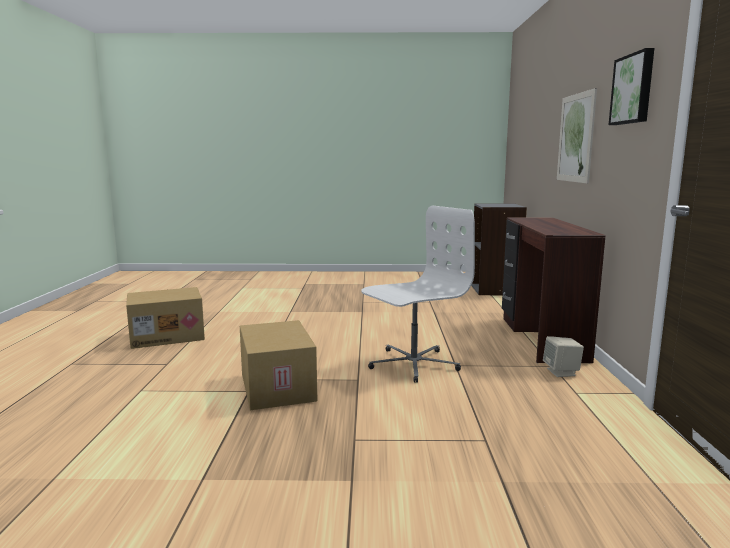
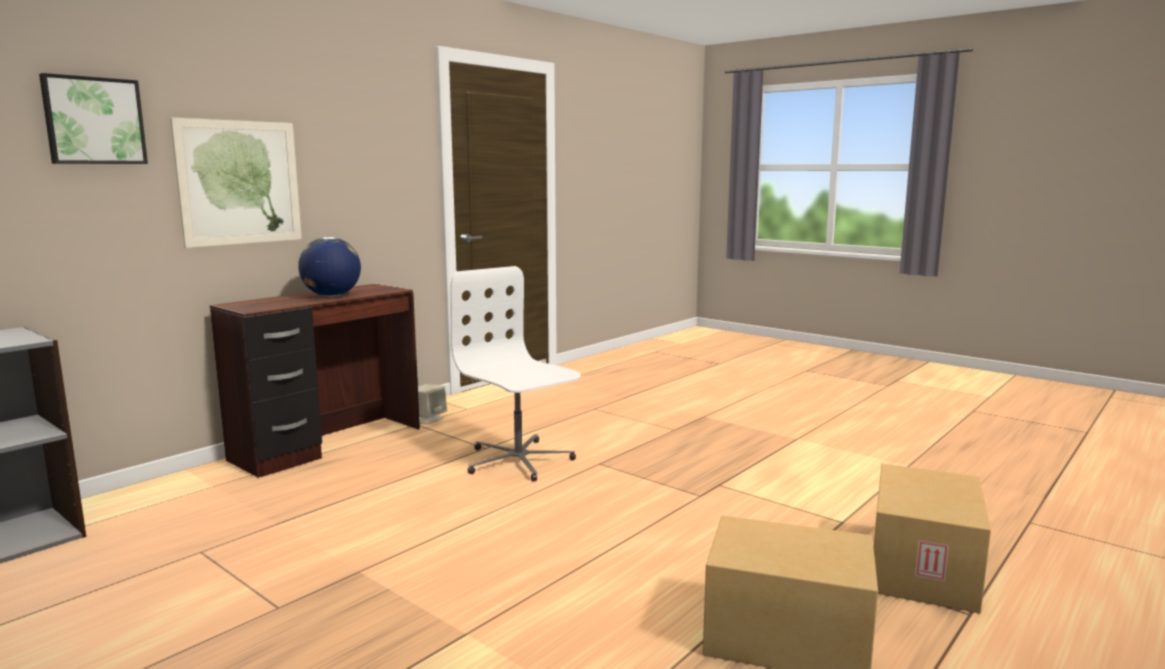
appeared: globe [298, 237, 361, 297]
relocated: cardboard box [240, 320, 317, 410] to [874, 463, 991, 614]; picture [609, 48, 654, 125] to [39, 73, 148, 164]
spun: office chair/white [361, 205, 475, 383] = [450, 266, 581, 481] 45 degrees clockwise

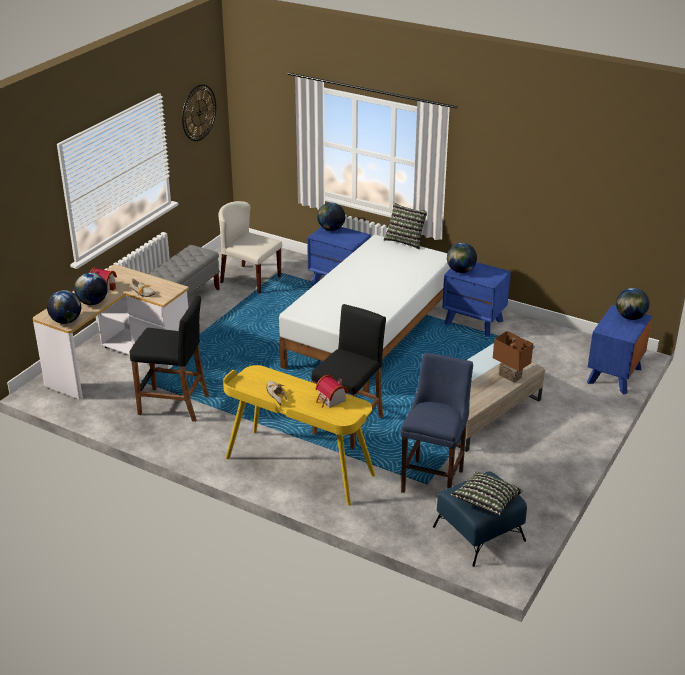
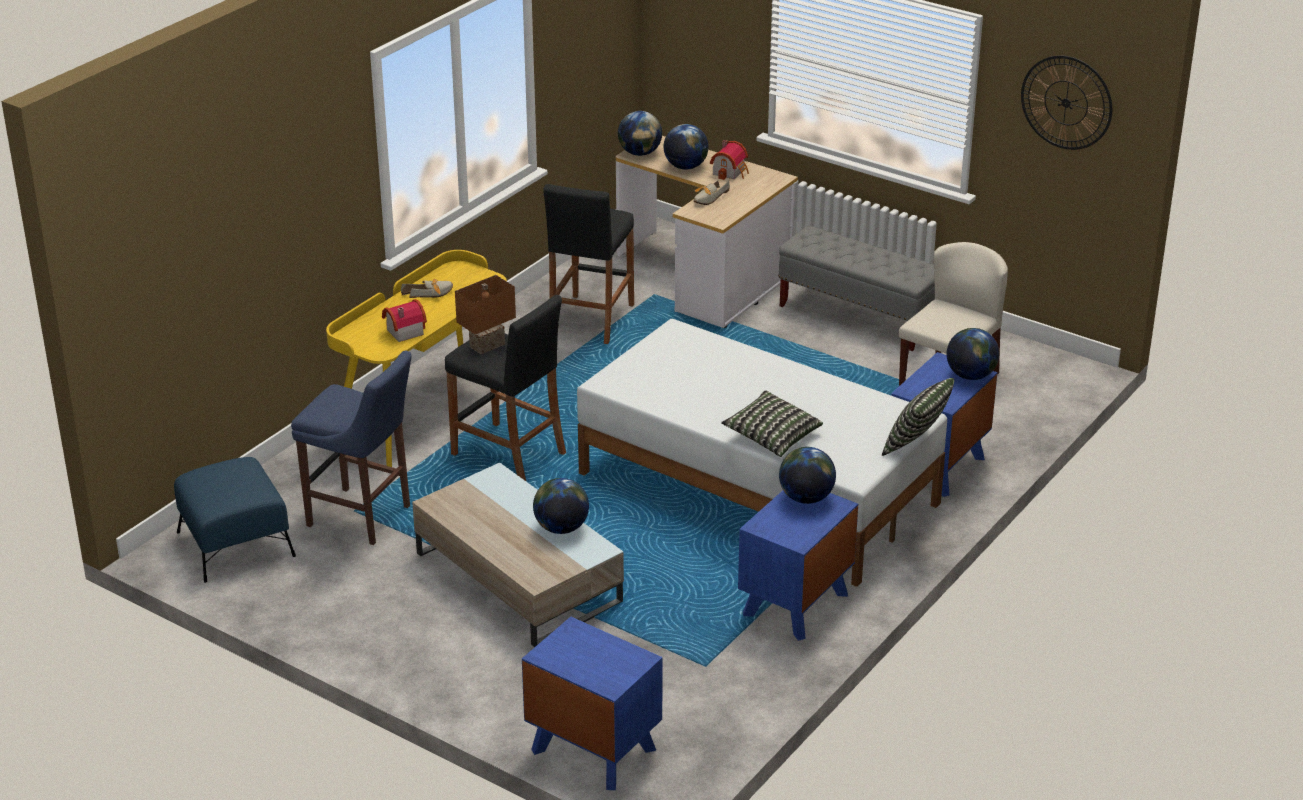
relocated: pillow [451, 472, 523, 516] to [721, 390, 823, 457]; table lamp/brown [493, 331, 533, 383] to [455, 275, 516, 354]; globe [616, 288, 650, 320] to [533, 478, 589, 534]

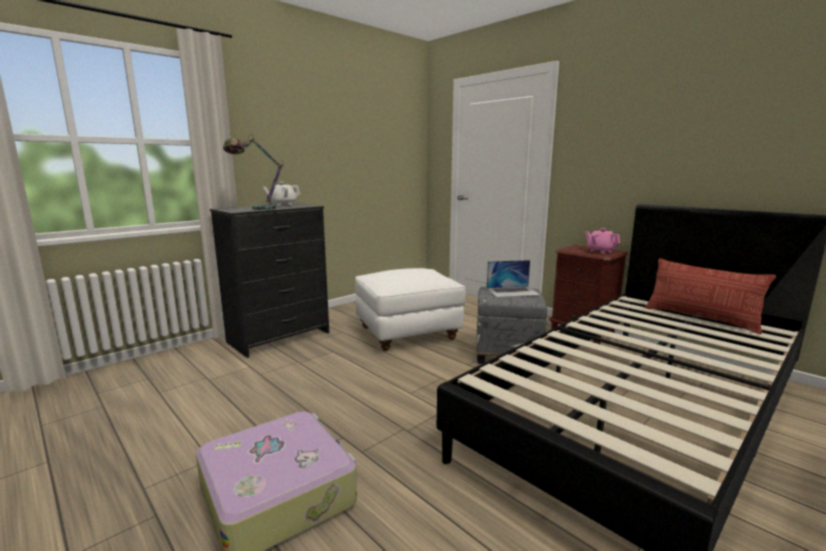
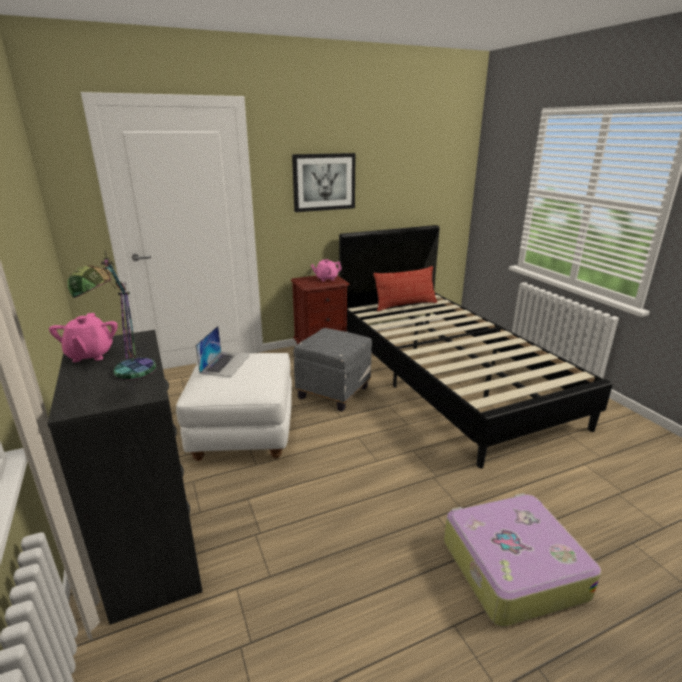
appeared: picture [292, 153, 356, 212]
relocated: laptop [487, 260, 540, 297] to [196, 326, 250, 377]
colour: teapot/white [263, 182, 301, 206] to teapot/pink [49, 313, 118, 362]

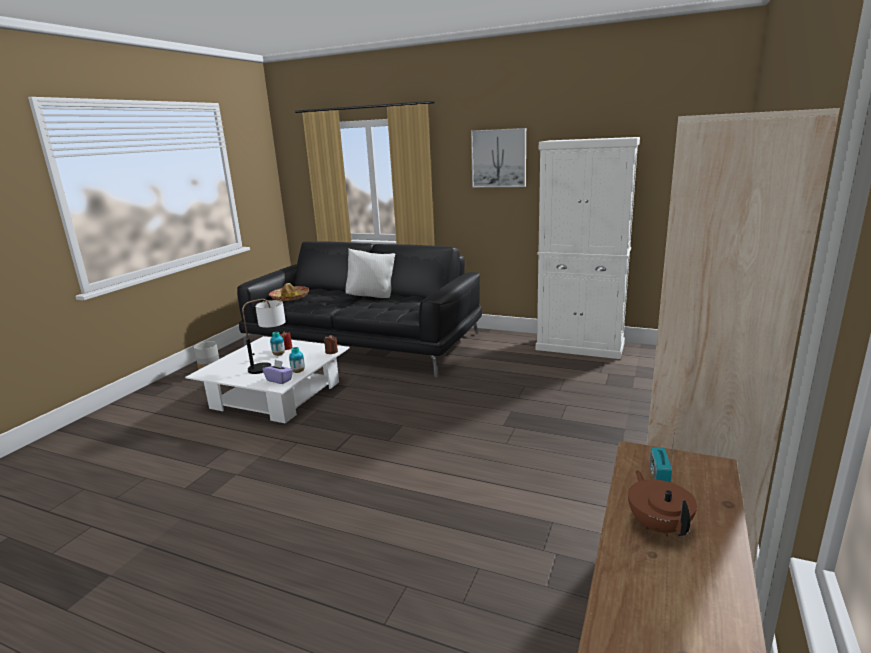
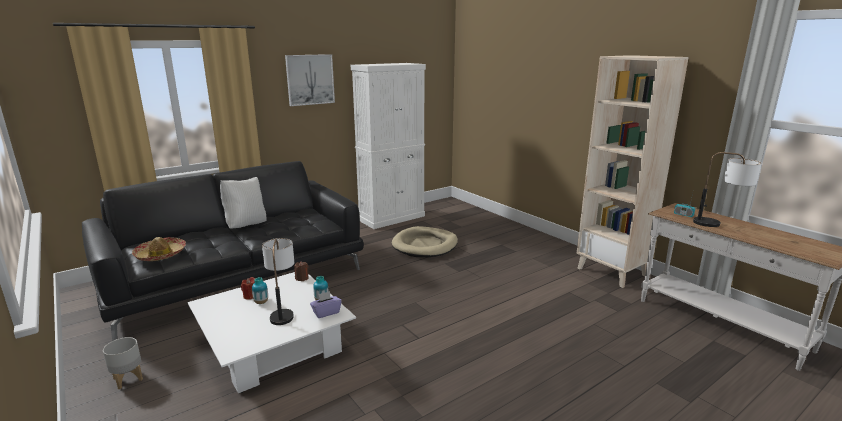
appeared: dog bed/beige [392, 226, 458, 257]
exchanged: teapot/brown [628, 470, 697, 536] to table lamp [693, 152, 762, 227]

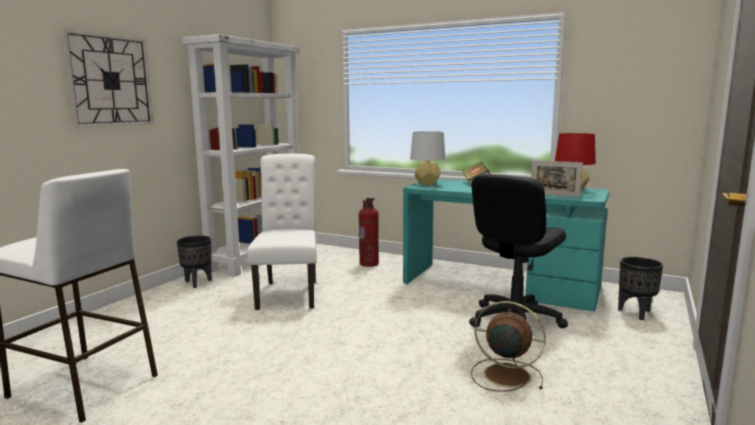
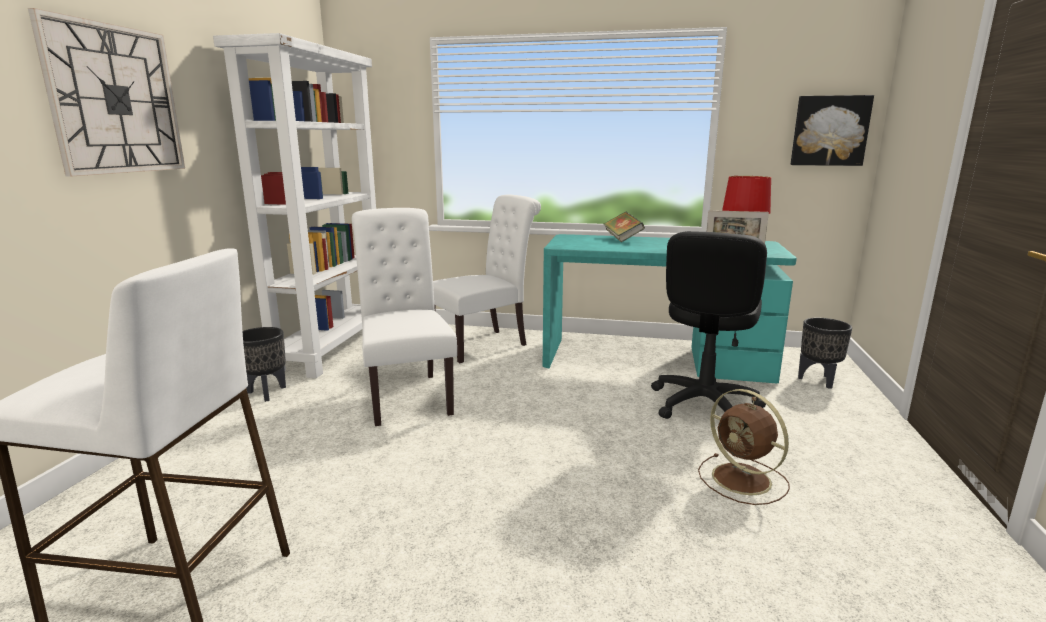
missing: table lamp/grey [410, 131, 446, 185]
appeared: picture [791, 95, 874, 166]
exchanged: fire extinguisher [359, 198, 379, 267] to chair/white [433, 195, 541, 363]
spun: fan/brown [471, 301, 546, 392] = [698, 389, 790, 505] 135 degrees counterclockwise

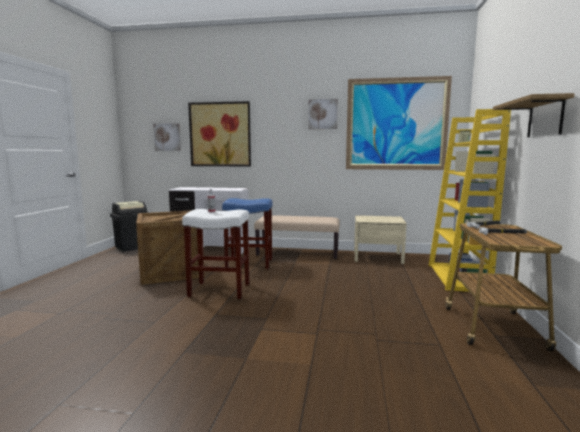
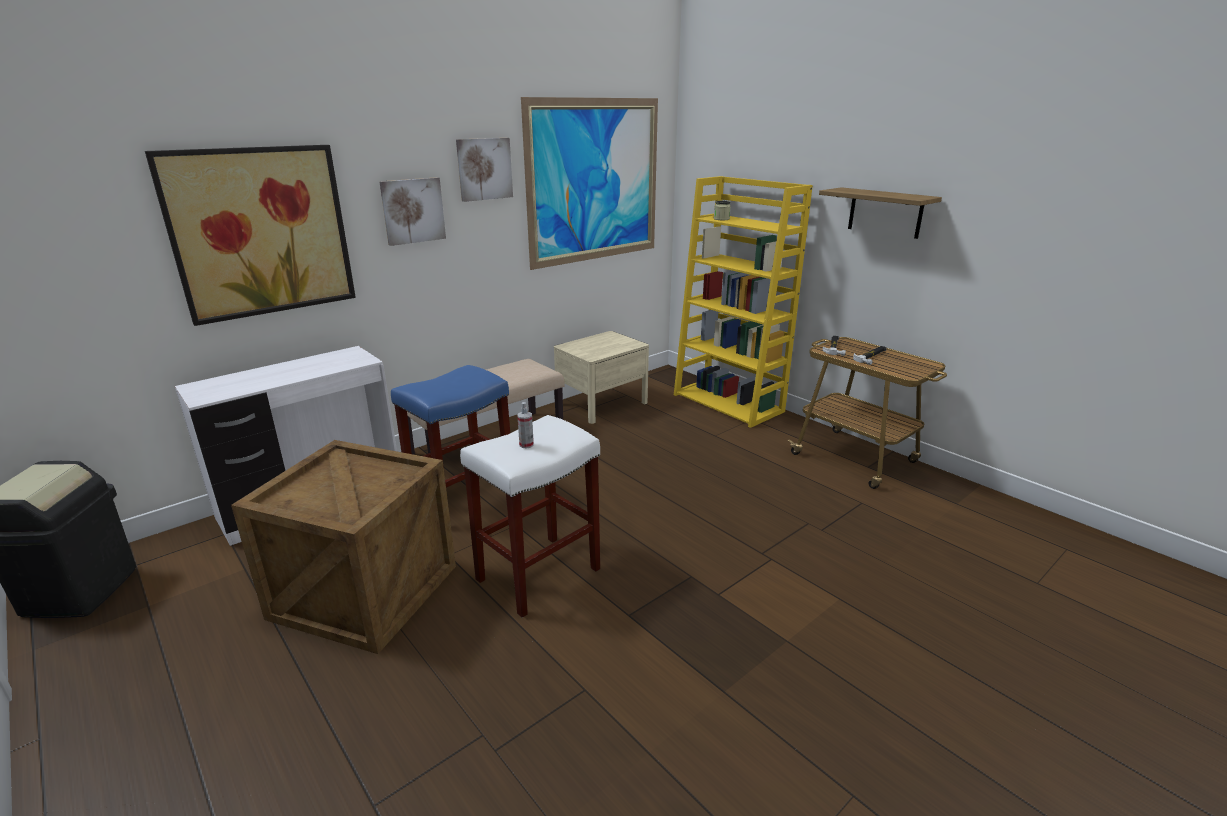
relocated: picture [153, 123, 181, 151] to [379, 177, 446, 246]

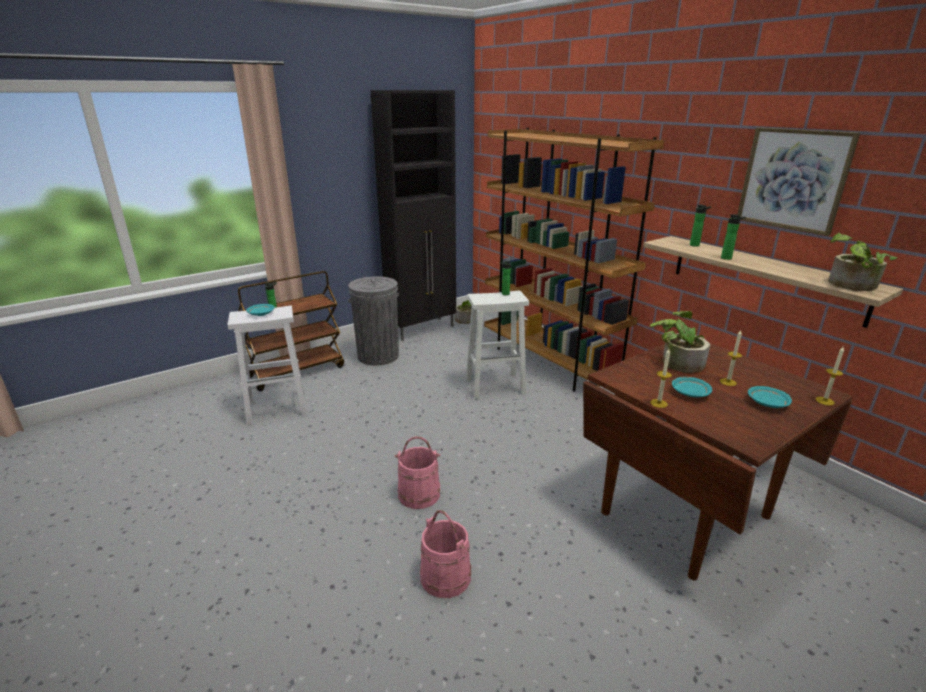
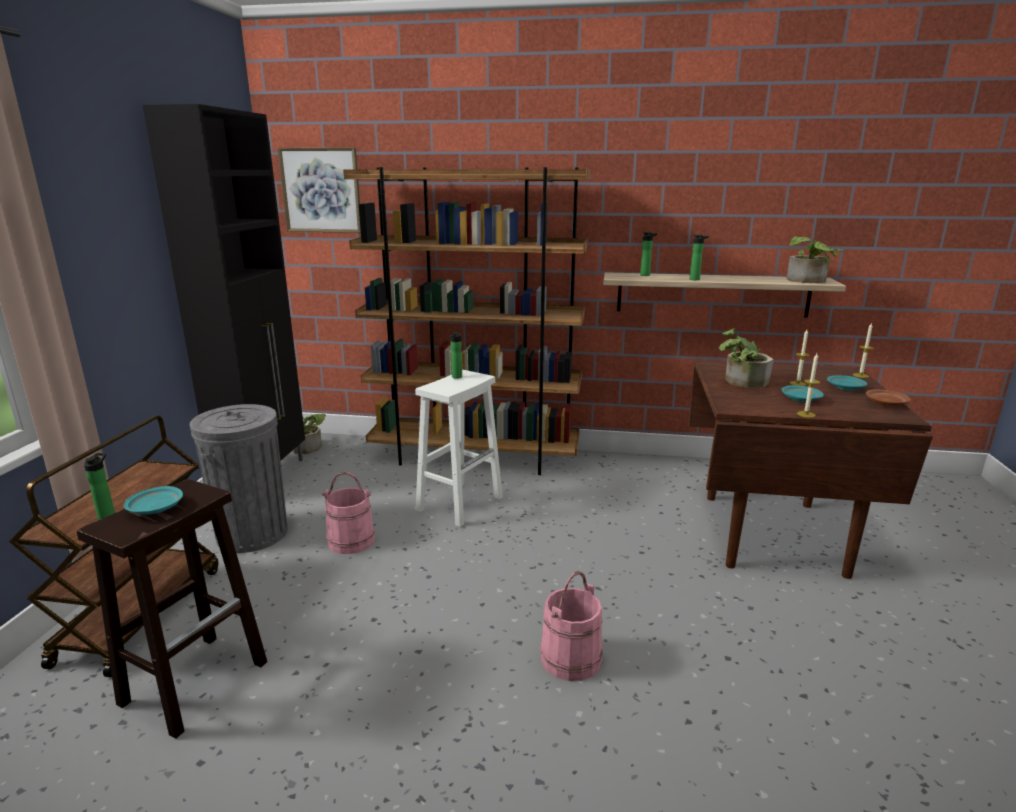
appeared: plate/brown [866, 389, 911, 406]
relocated: bucket/pink [420, 510, 471, 598] to [321, 472, 375, 554]; picture [737, 127, 860, 236] to [277, 147, 361, 233]
colour: stool/white [228, 306, 307, 425] to stool/brown [77, 479, 267, 739]

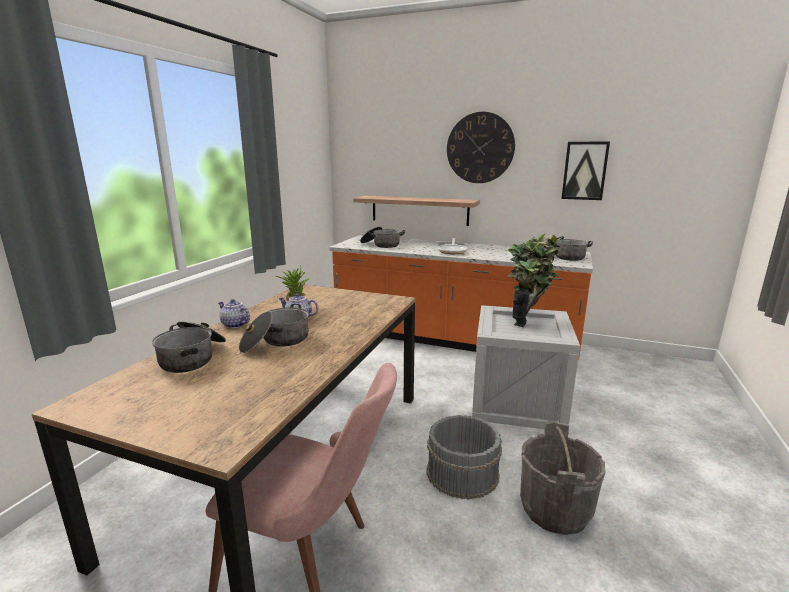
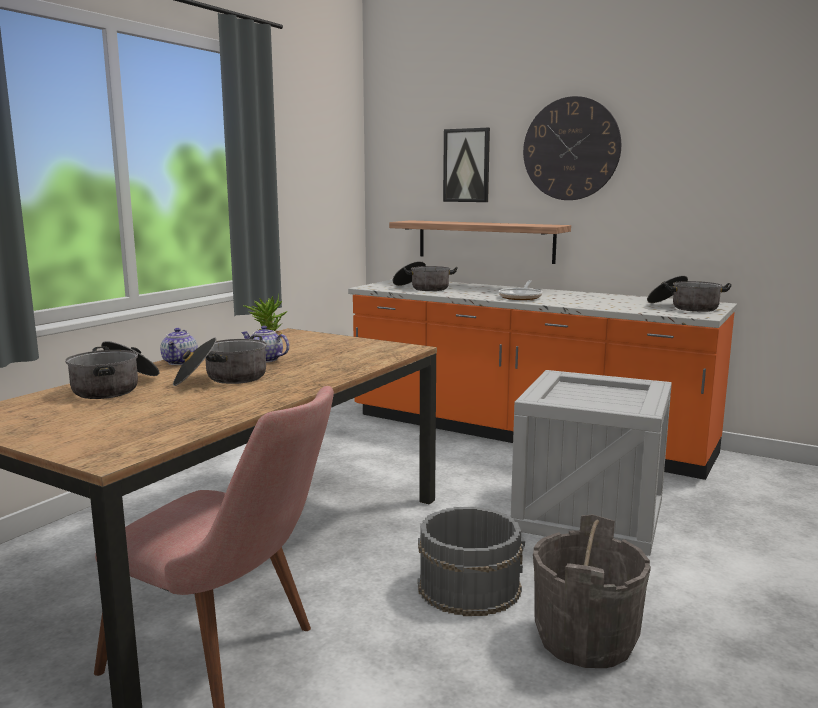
missing: potted plant [508, 234, 563, 327]
relocated: picture [562, 141, 610, 200] to [443, 128, 490, 202]
spun: teapot [218, 299, 250, 328] = [160, 328, 198, 365] 135 degrees counterclockwise

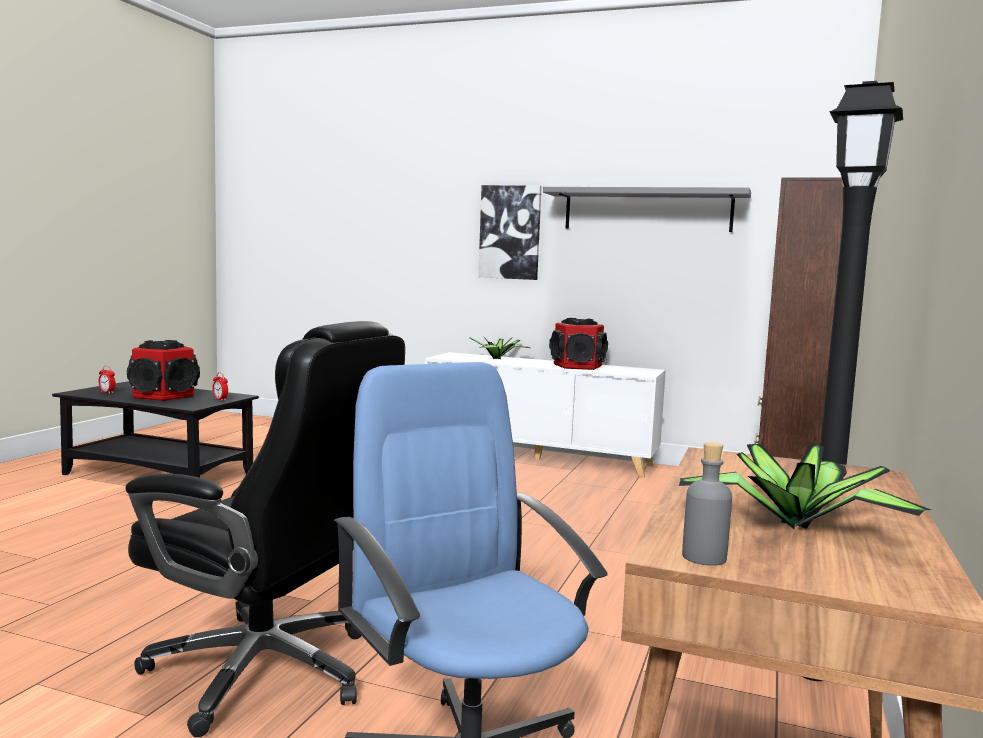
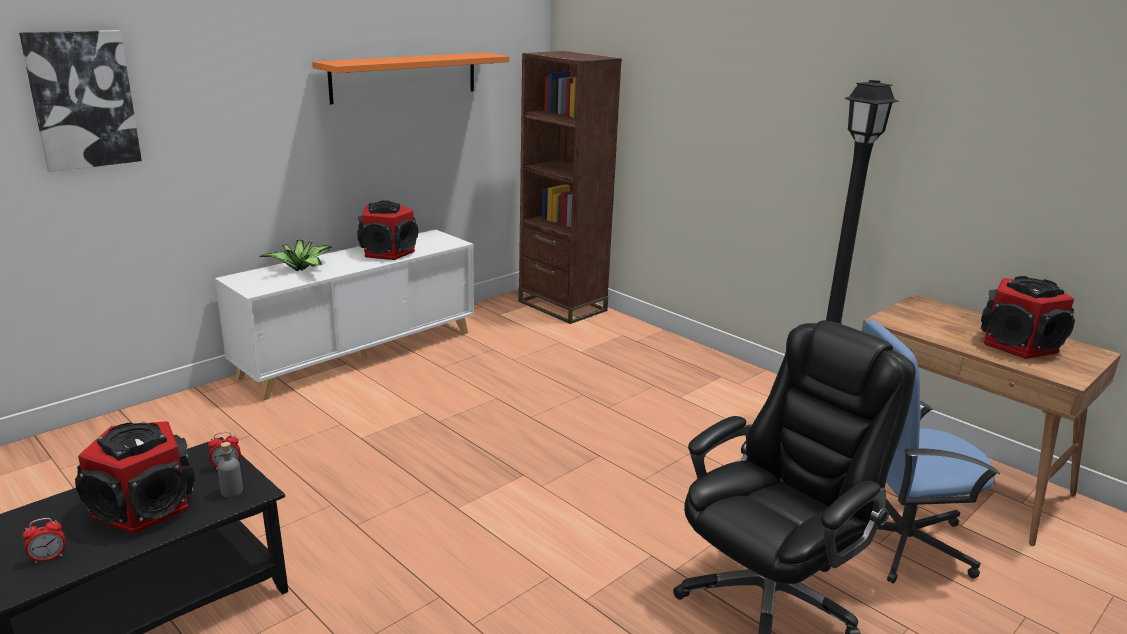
relocated: picture [478, 185, 542, 280] to [19, 30, 142, 172]; bottle/grey [682, 442, 732, 566] to [217, 442, 243, 498]
exchanged: potted plant [679, 444, 931, 530] to speaker [980, 276, 1075, 359]
colour: shelf/grey [543, 187, 751, 232] to shelf/orange [312, 52, 510, 105]

